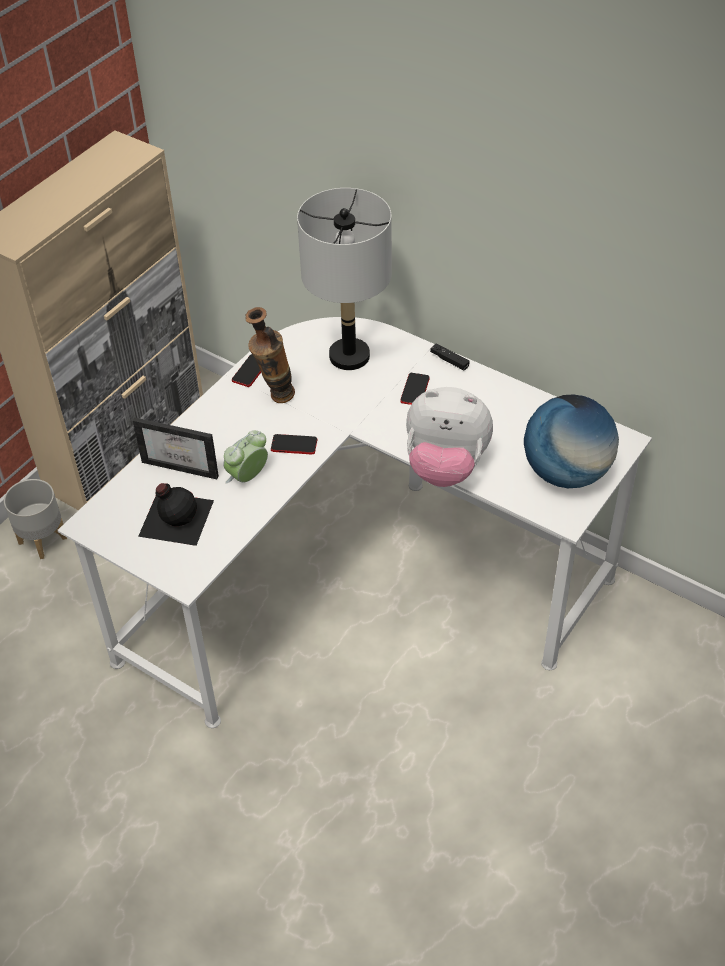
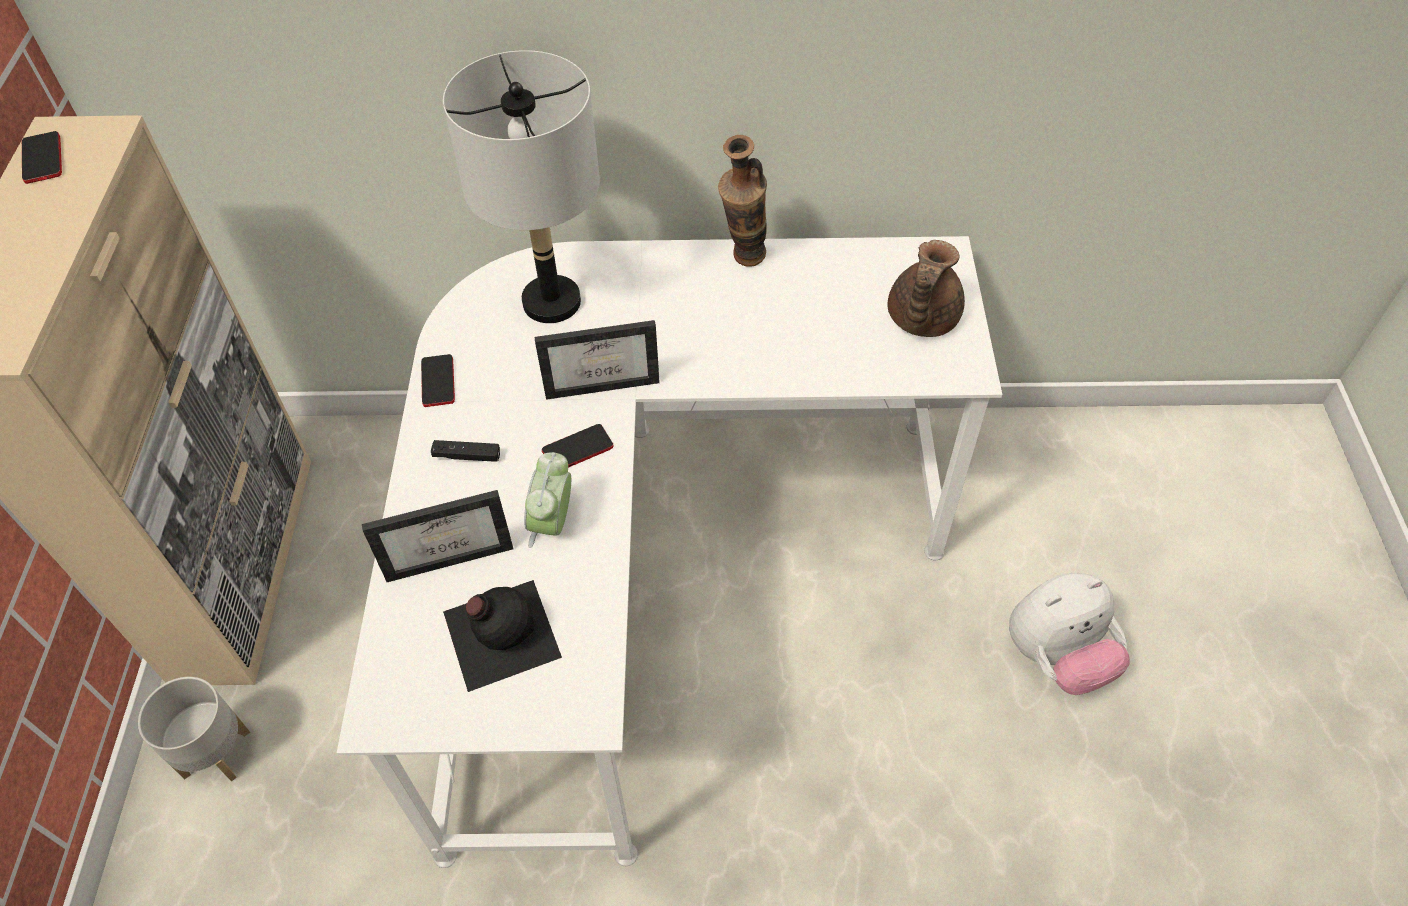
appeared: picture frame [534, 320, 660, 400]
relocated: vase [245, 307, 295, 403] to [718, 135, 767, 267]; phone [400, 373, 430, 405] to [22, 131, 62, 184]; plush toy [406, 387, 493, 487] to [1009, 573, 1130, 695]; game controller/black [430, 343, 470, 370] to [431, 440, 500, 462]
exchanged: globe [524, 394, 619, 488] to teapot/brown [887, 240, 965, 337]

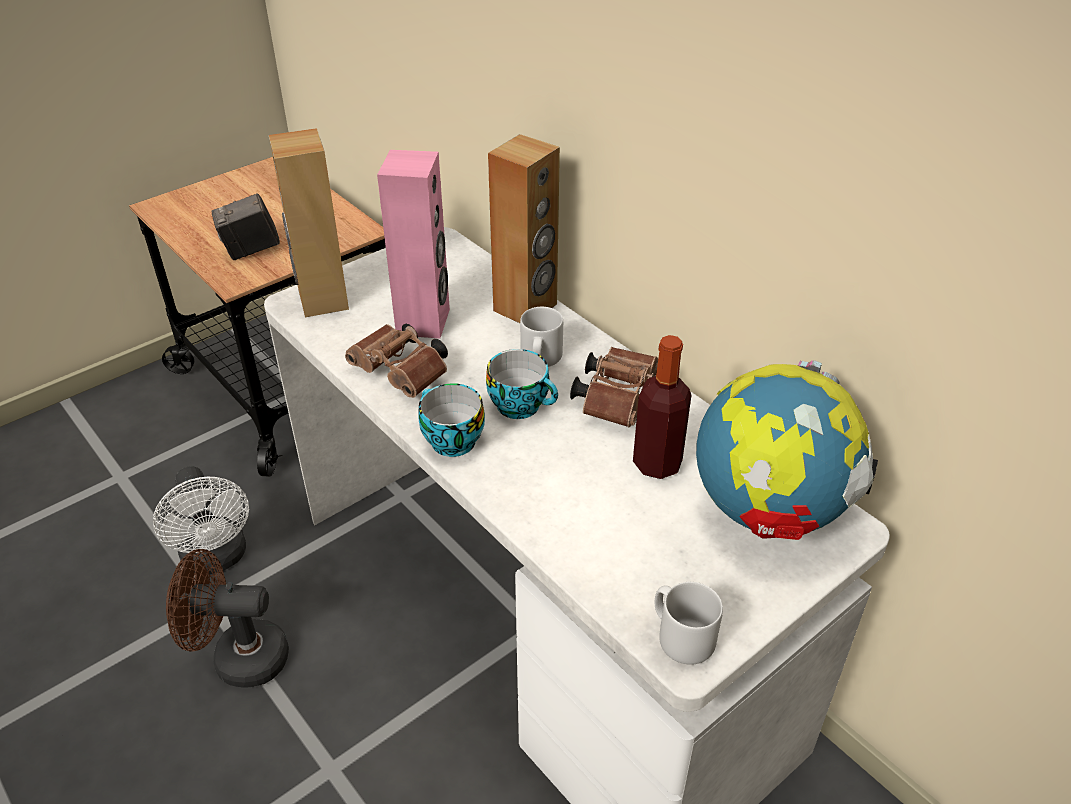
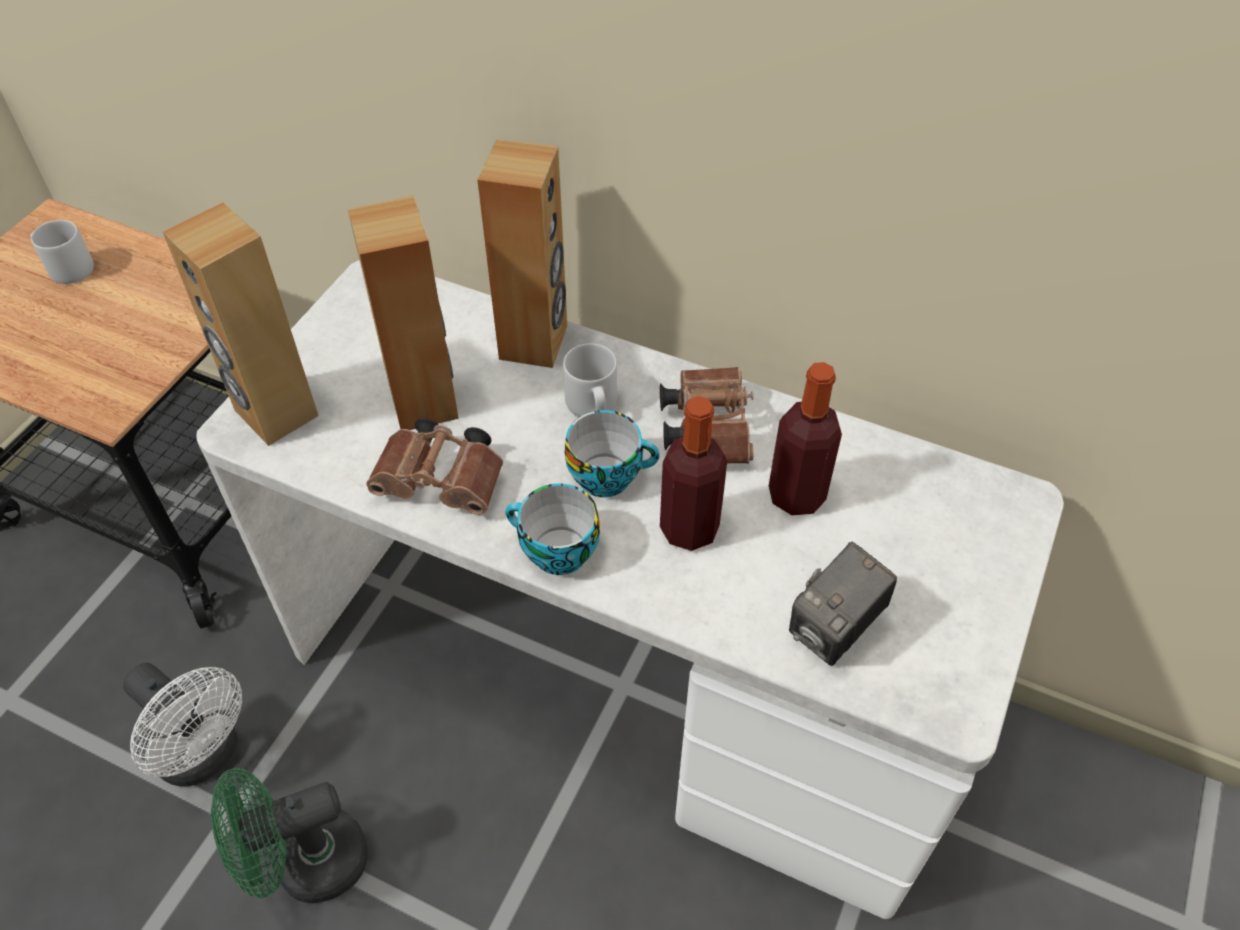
missing: globe [696, 360, 878, 540]
appeared: bottle [660, 396, 727, 551]
relocated: photo camera [212, 193, 280, 260] to [789, 542, 897, 666]; mug/grey [655, 582, 723, 665] to [31, 220, 94, 284]
colour: fan/brown [166, 549, 289, 688] to fan/green [211, 768, 368, 903]; speaker/pink [377, 150, 450, 339] to speaker/brown [348, 195, 459, 430]

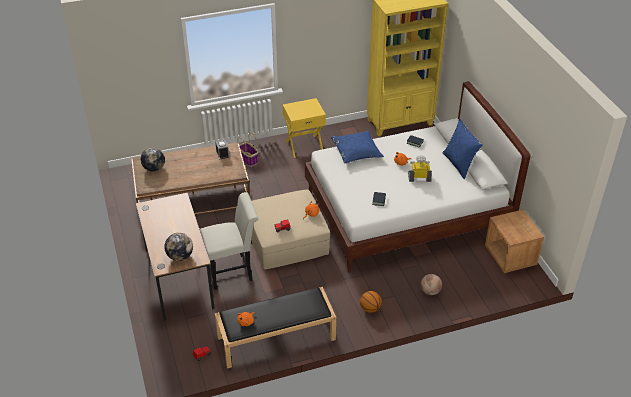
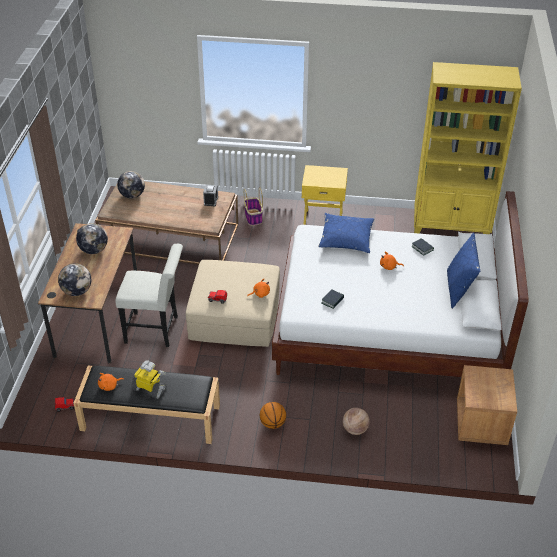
appeared: globe [76, 223, 108, 254]
relocated: toy robot [408, 156, 432, 182] to [131, 360, 166, 399]

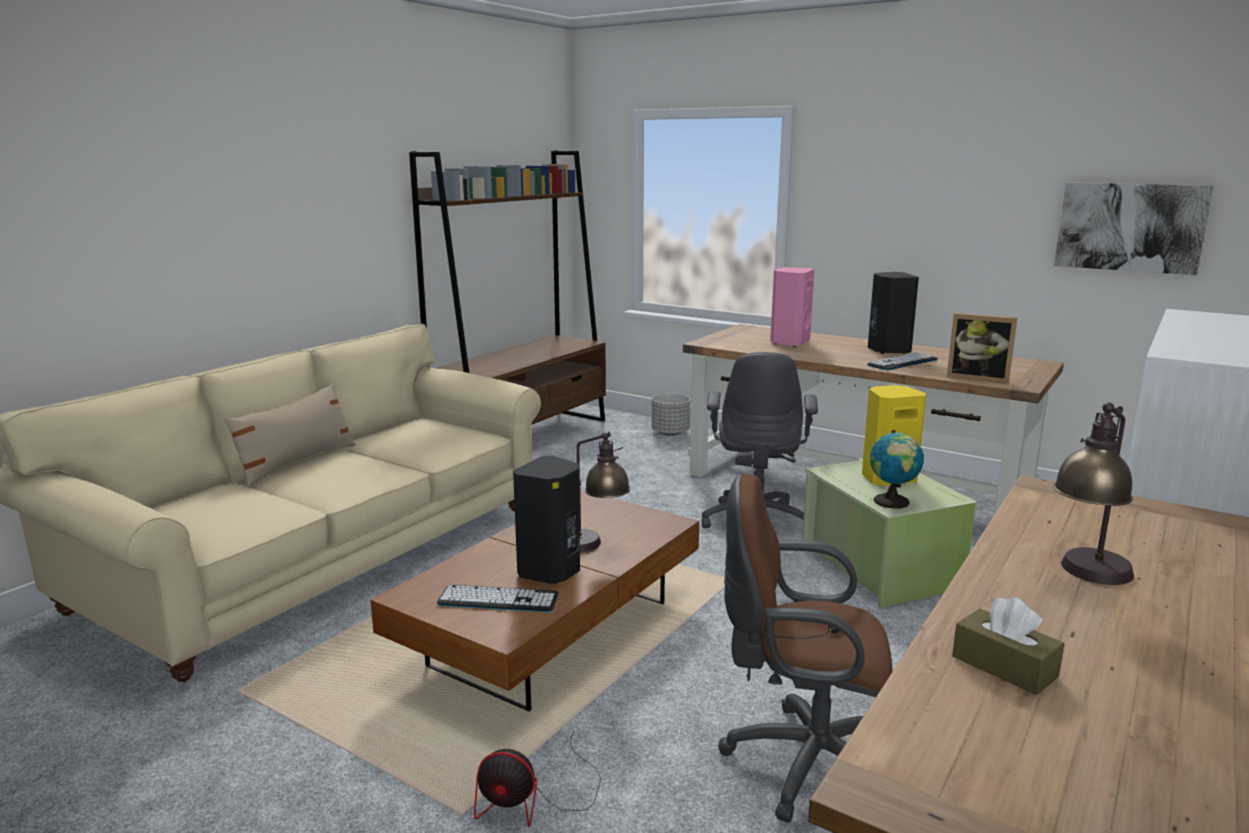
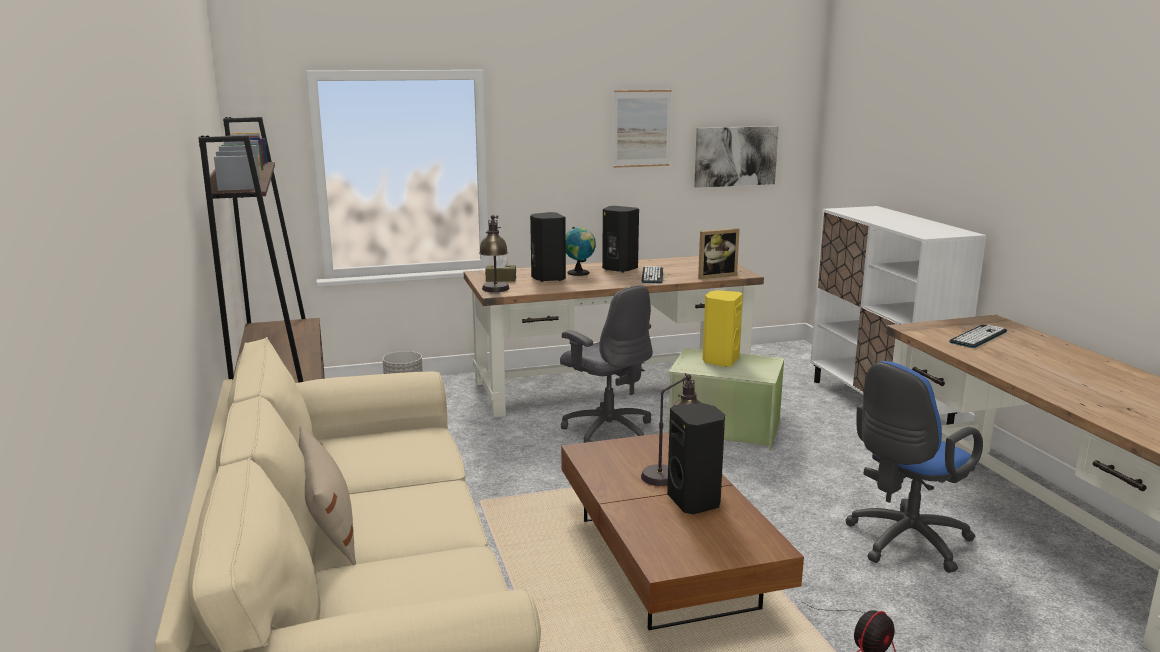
appeared: picture [613, 90, 672, 168]
relocated: keyboard [437, 585, 559, 612] to [949, 325, 1007, 348]; globe [870, 430, 924, 509] to [566, 227, 596, 276]; tissue box/brown [952, 597, 1065, 695] to [485, 255, 516, 282]; table lamp [1053, 402, 1134, 585] to [479, 215, 510, 292]
colour: office chair/brown [718, 474, 892, 823] to office chair/blue [845, 361, 983, 573]; speaker/pink [770, 267, 814, 347] to speaker/black [530, 212, 566, 282]

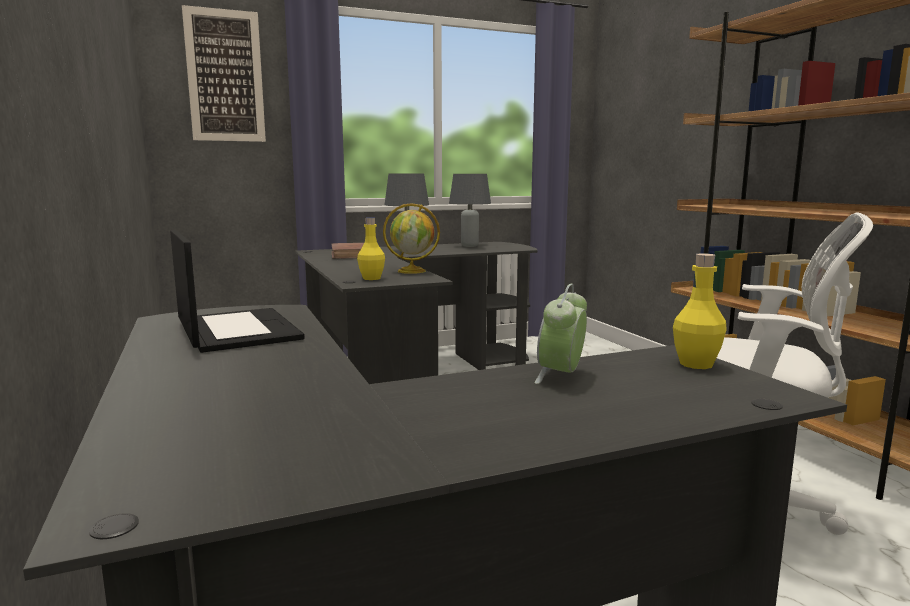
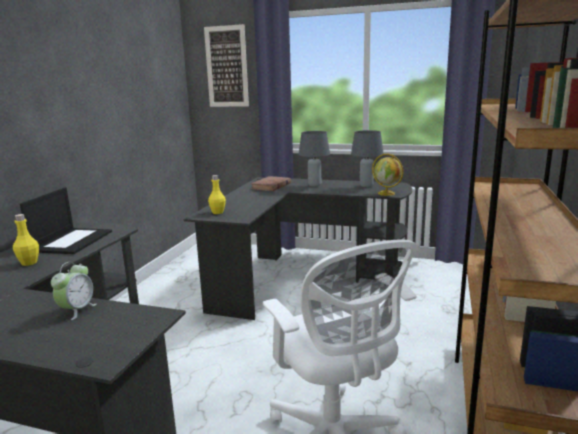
relocated: globe [383, 203, 440, 274] to [372, 154, 403, 196]; bottle/yellow [673, 253, 727, 369] to [13, 214, 39, 266]
spun: alarm clock [534, 284, 587, 384] = [51, 262, 96, 320] 135 degrees clockwise

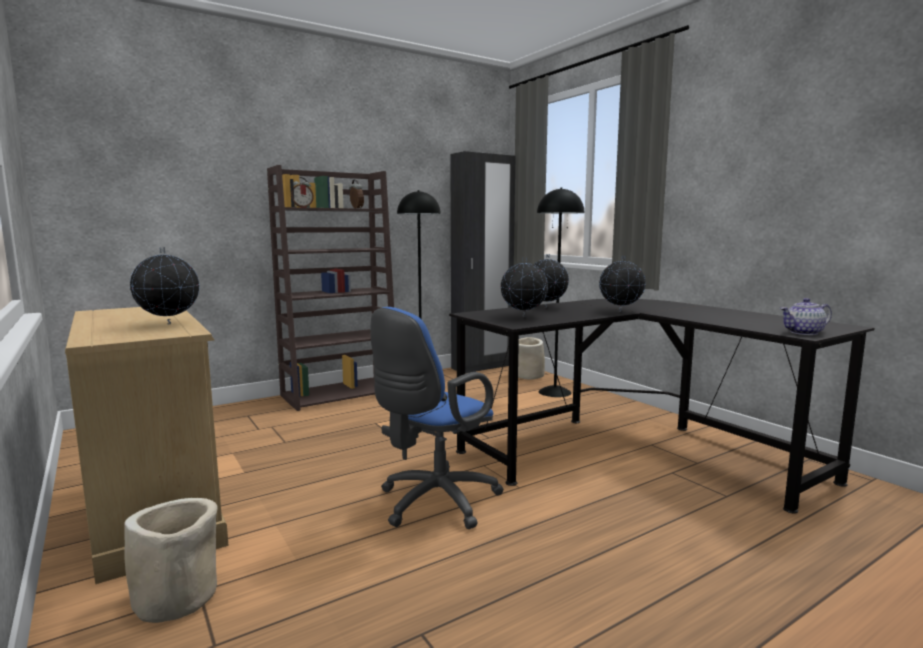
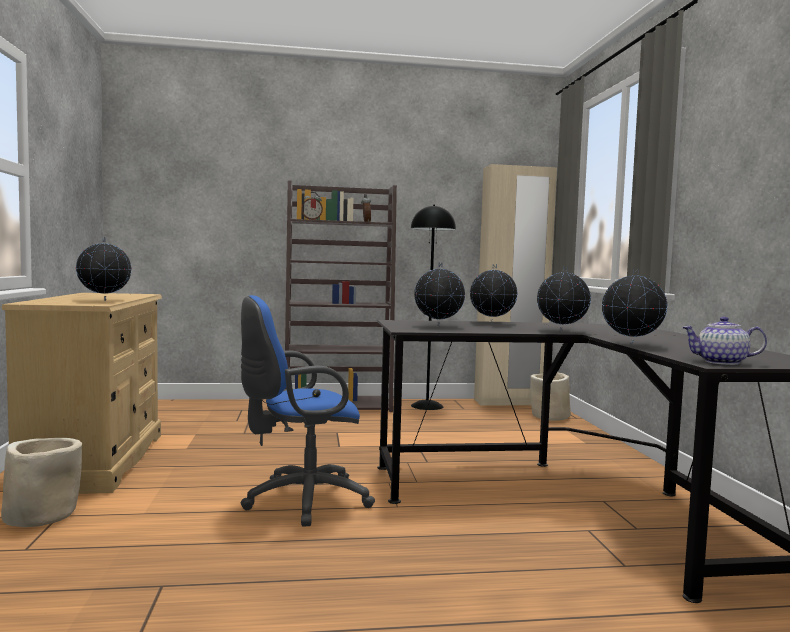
missing: floor lamp/black [537, 188, 584, 397]
appeared: globe [602, 268, 668, 346]
colour: wardrobe/black [450, 151, 516, 374] to wardrobe/beige [474, 164, 557, 406]

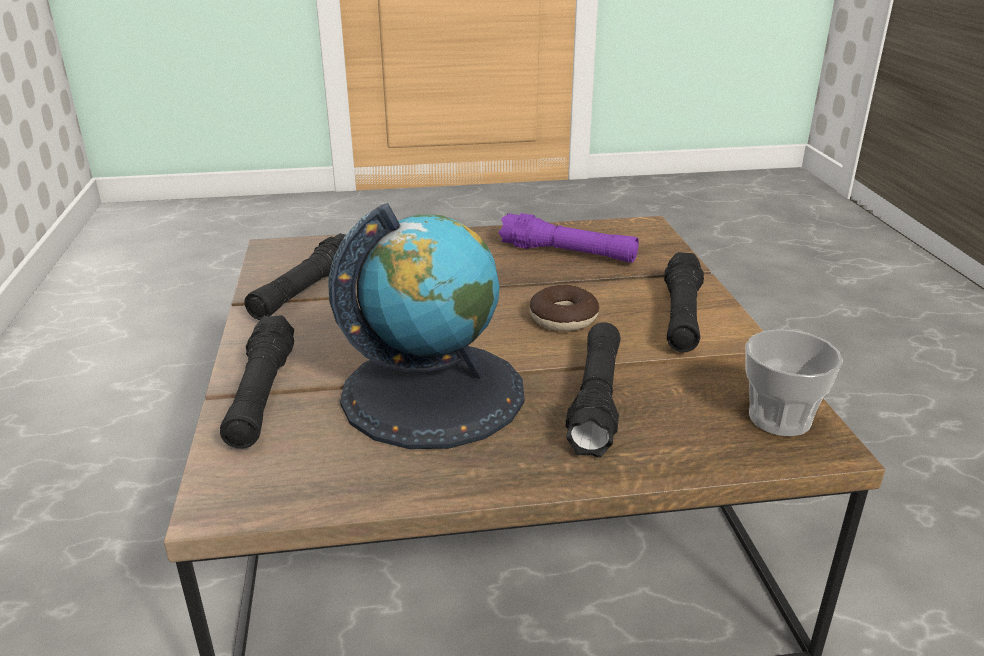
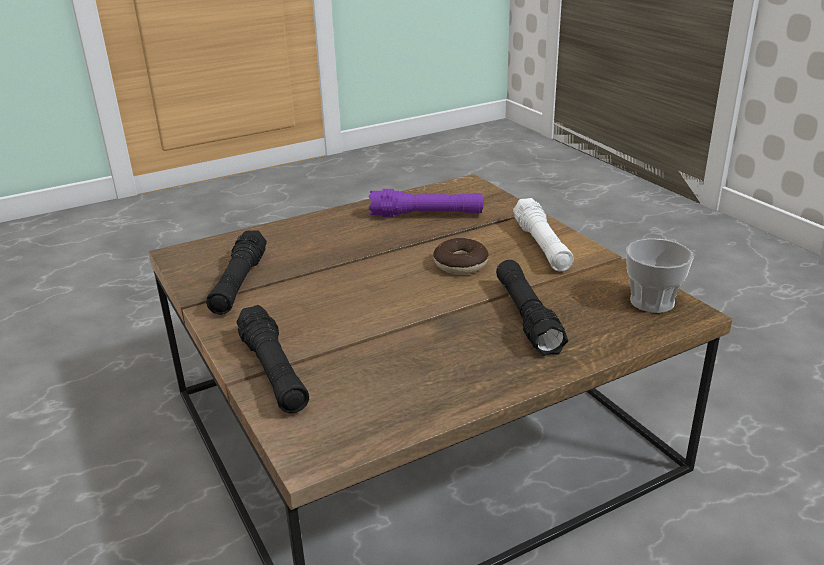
missing: globe [328, 203, 524, 449]
colour: flashlight/black [664, 252, 704, 352] to flashlight/white [513, 198, 574, 271]

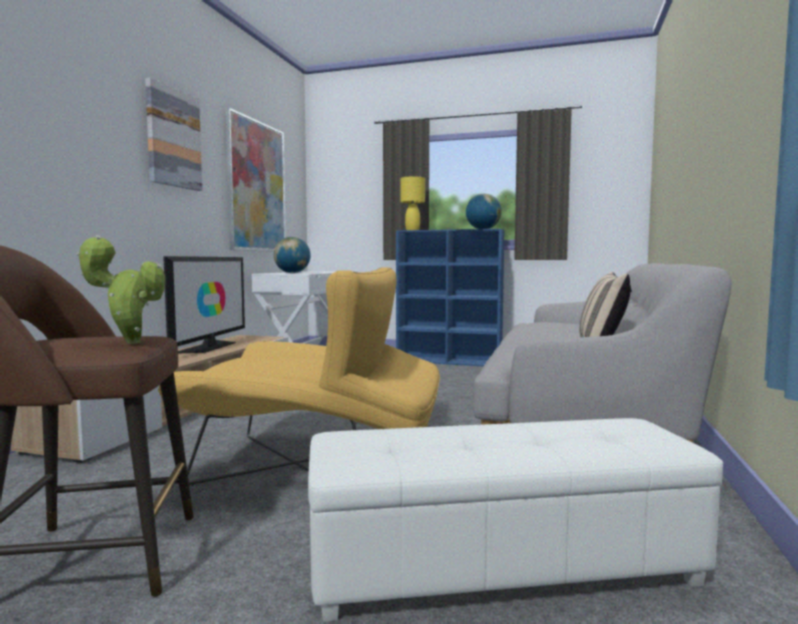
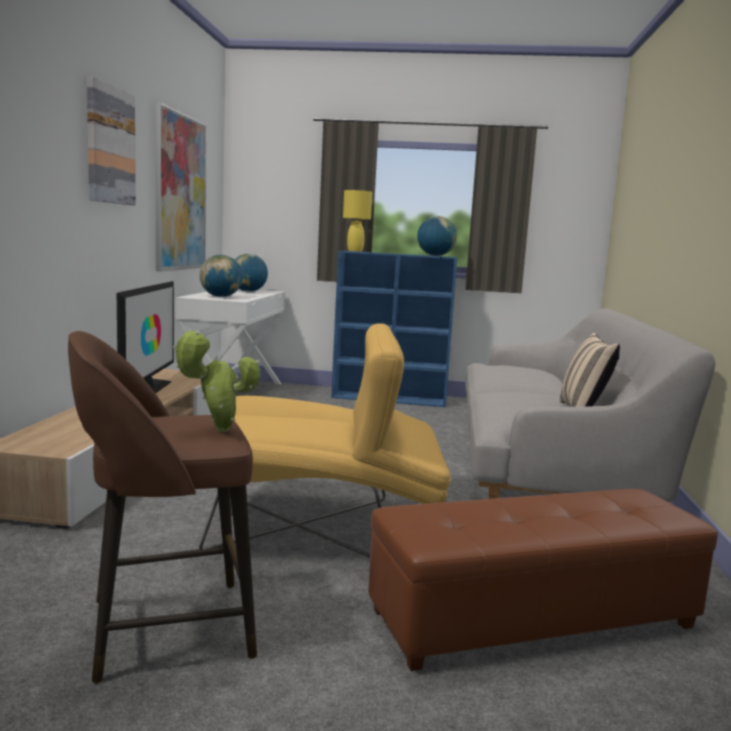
appeared: globe [235, 254, 268, 292]
colour: ottoman/white [308, 418, 723, 622] to ottoman/brown [368, 489, 718, 671]

